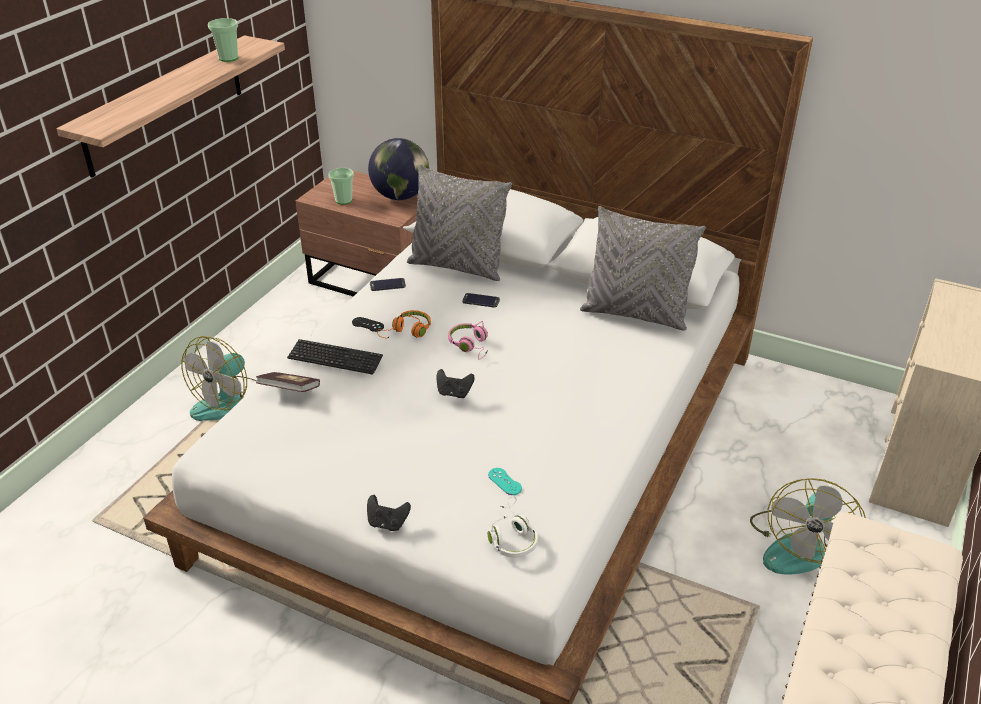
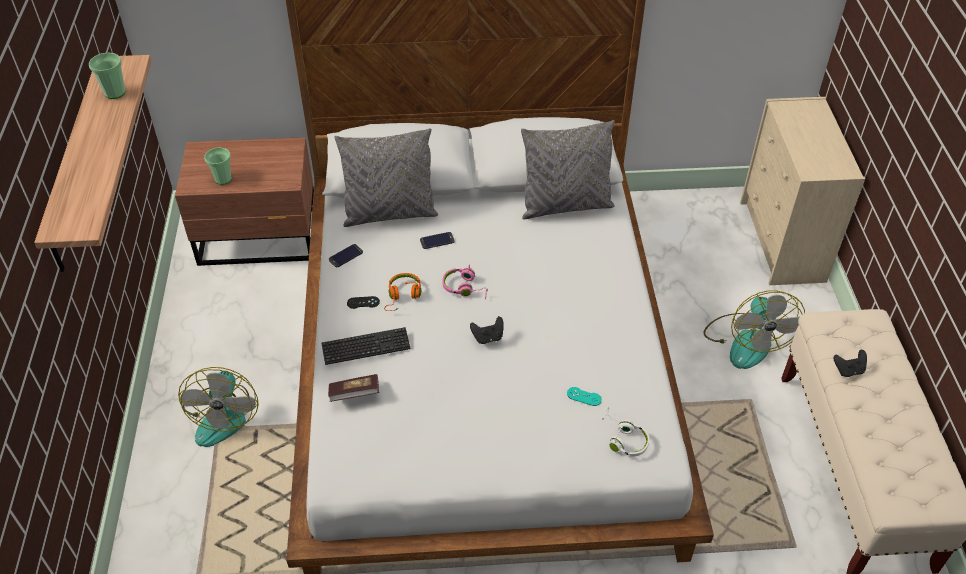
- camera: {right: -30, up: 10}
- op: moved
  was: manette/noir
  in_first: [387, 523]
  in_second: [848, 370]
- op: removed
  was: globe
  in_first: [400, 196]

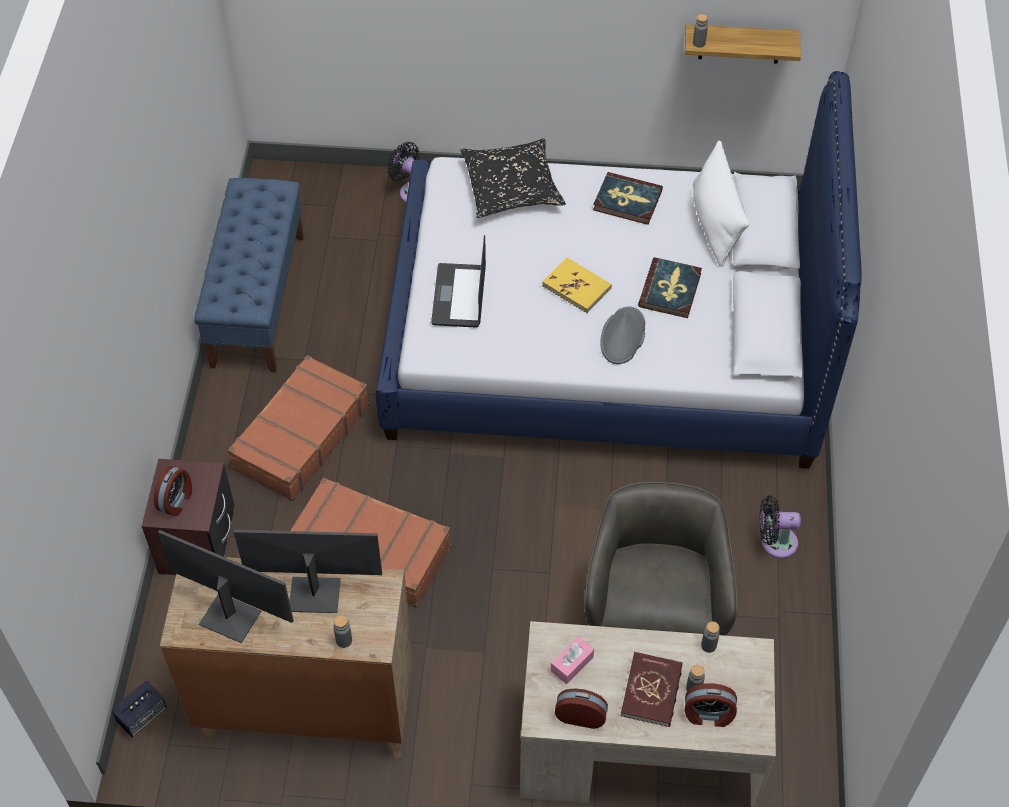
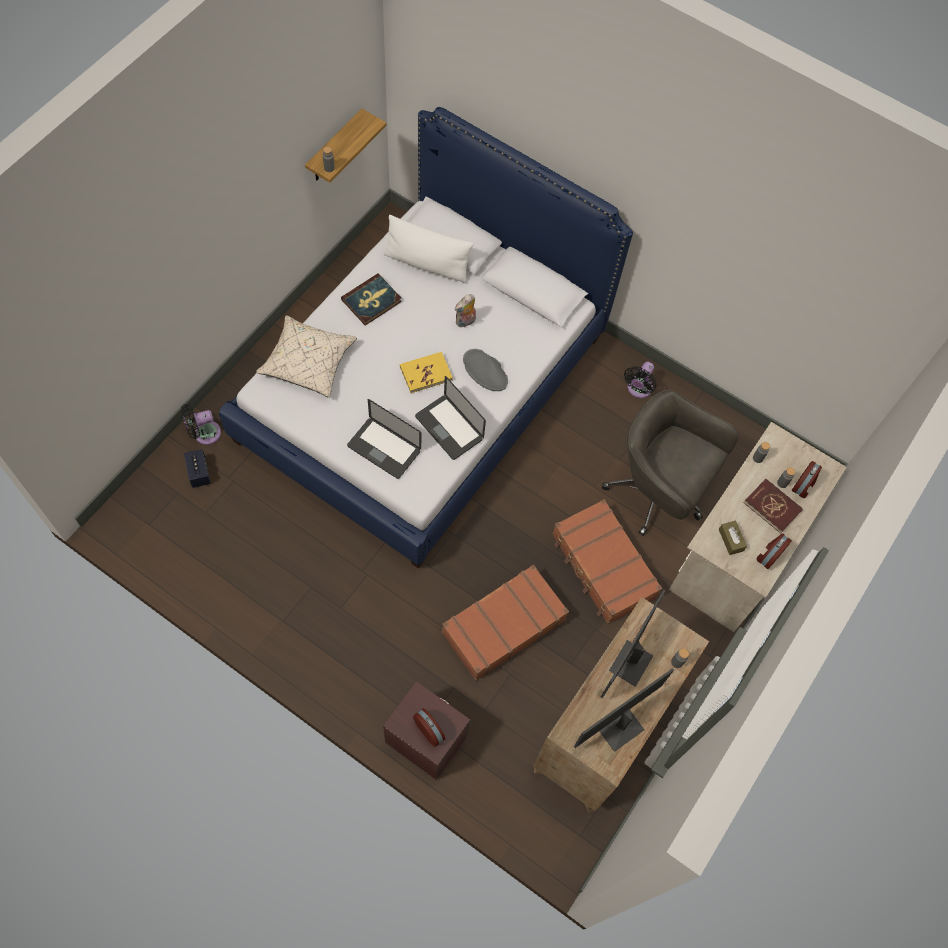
- camera: {right: -65, up: 10}
- op: moved
  was: enceinte
  in_first: [142, 715]
  in_second: [199, 473]
- op: recoloured
  was: coussin/noir
  now: coussin/beige
  in_first: [511, 188]
  in_second: [308, 362]
- op: added
  now: ordinateur portable
  in_second: [449, 428]
- op: replaced
  was: livre
  now: peluche
  in_first: [670, 290]
  in_second: [465, 322]
- op: moved
  was: valise/marron
  in_first: [300, 437]
  in_second: [603, 567]
- op: recoloured
  was: boîte à mouchoirs/rose
  now: boîte à mouchoirs/marron
  in_first: [572, 664]
  in_second: [731, 540]
- op: removed
  was: banc/bleu
  in_first: [258, 299]

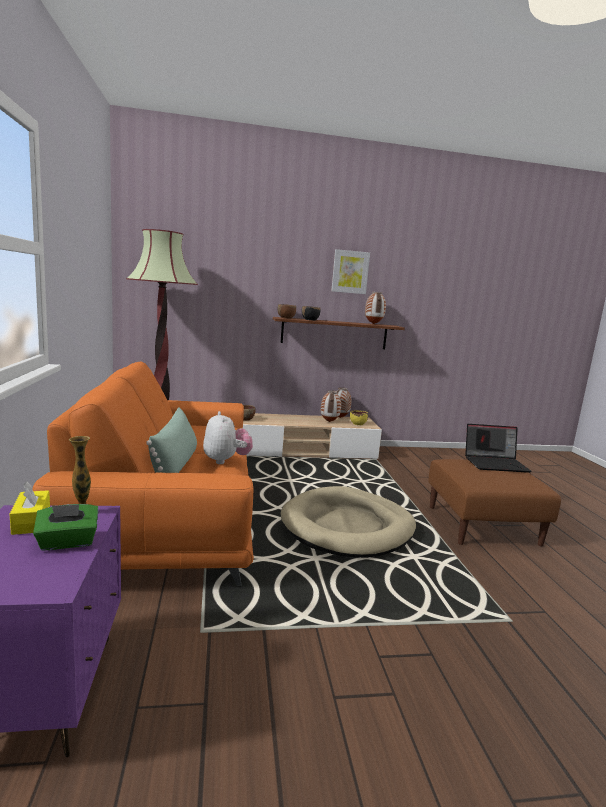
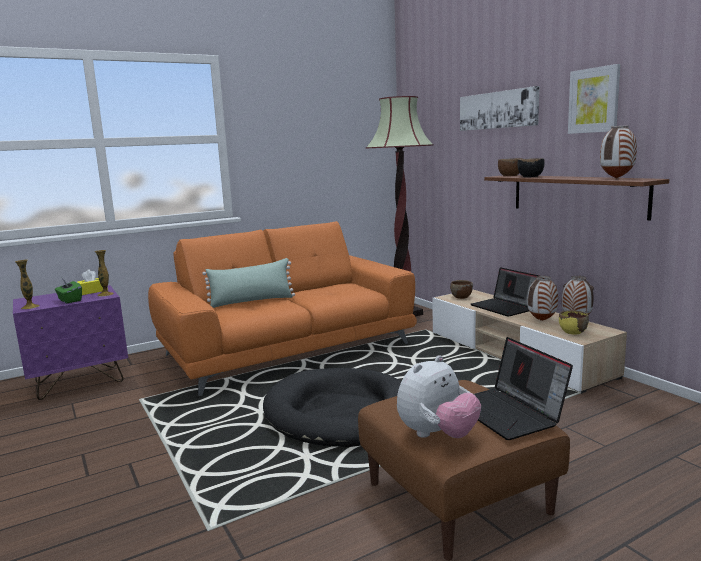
- camera: {right: 70, up: 0}
- op: added
  now: vase
  in_second: [30, 307]
- op: recoloured
  was: panier pour chien/beige
  now: panier pour chien/noir
  in_first: [348, 526]
  in_second: [342, 413]
- op: moved
  was: peluche
  in_first: [226, 460]
  in_second: [437, 435]
- op: added
  now: tableau
  in_second: [498, 110]
- op: added
  now: ordinateur portable
  in_second: [505, 307]

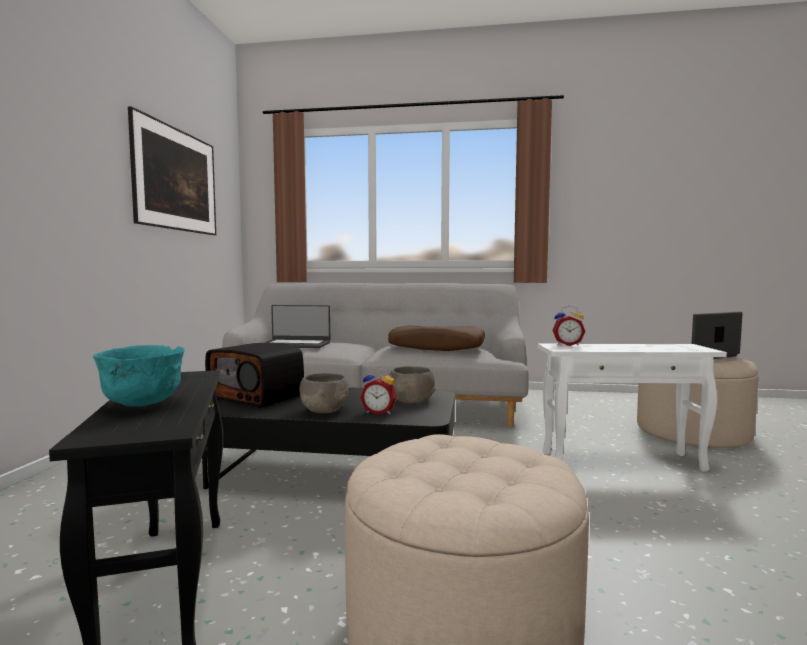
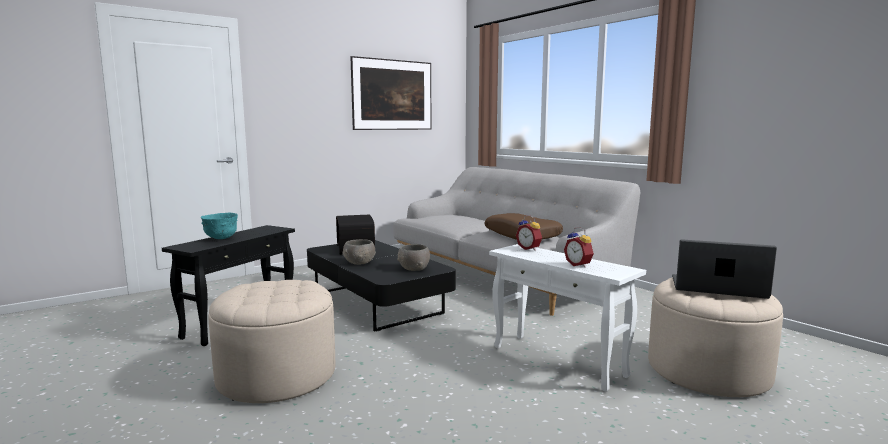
- camera: {right: 45, up: 5}
- op: moved
  was: réveil
  in_first: [379, 412]
  in_second: [579, 265]
- op: removed
  was: ordinateur portable
  in_first: [295, 344]

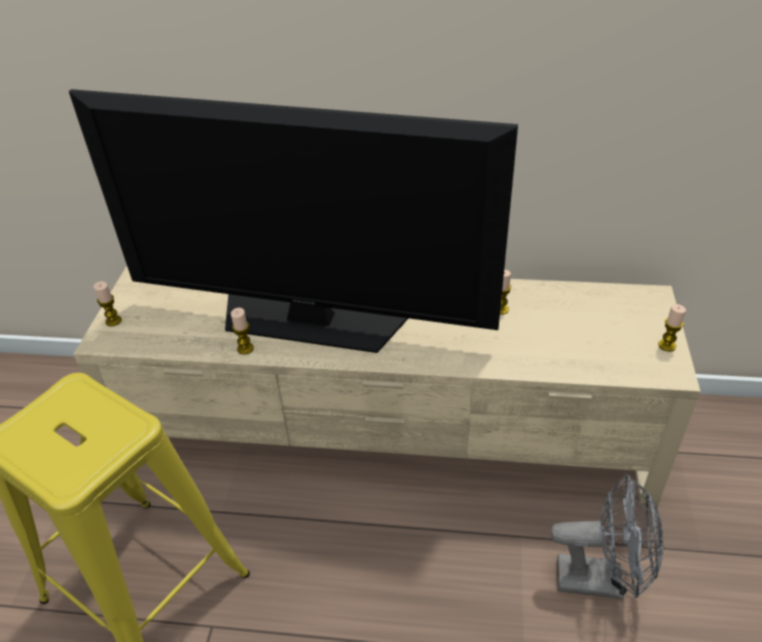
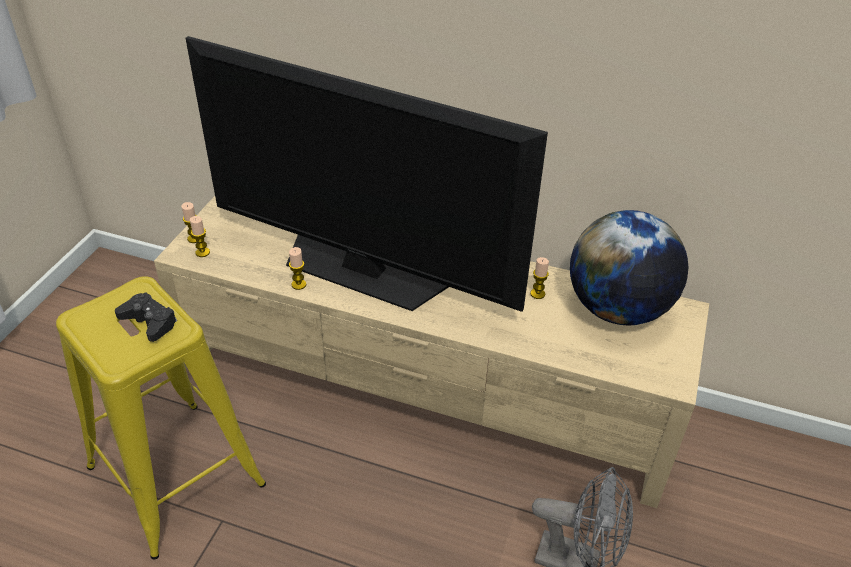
- camera: {right: 10, up: 0}
- op: added
  now: manette/noir
  in_second: [149, 322]
- op: moved
  was: bougie
  in_first: [667, 345]
  in_second: [202, 252]
- op: added
  now: globe
  in_second: [618, 309]

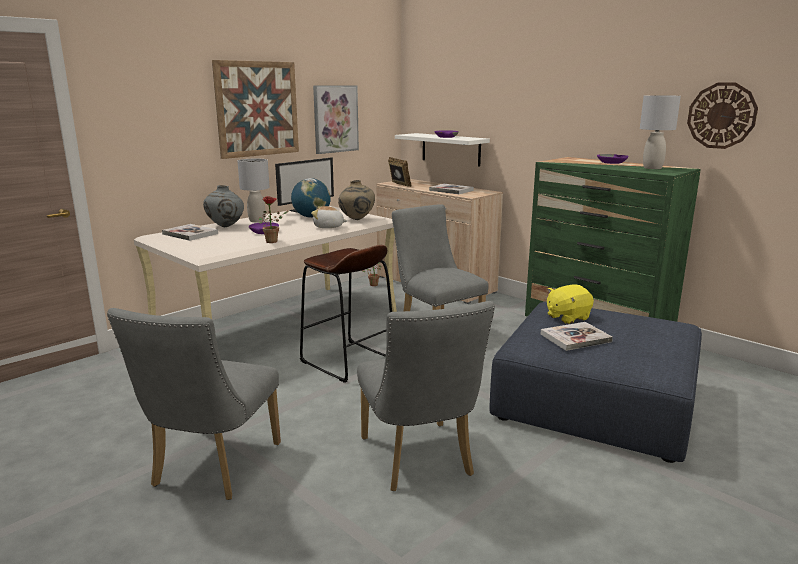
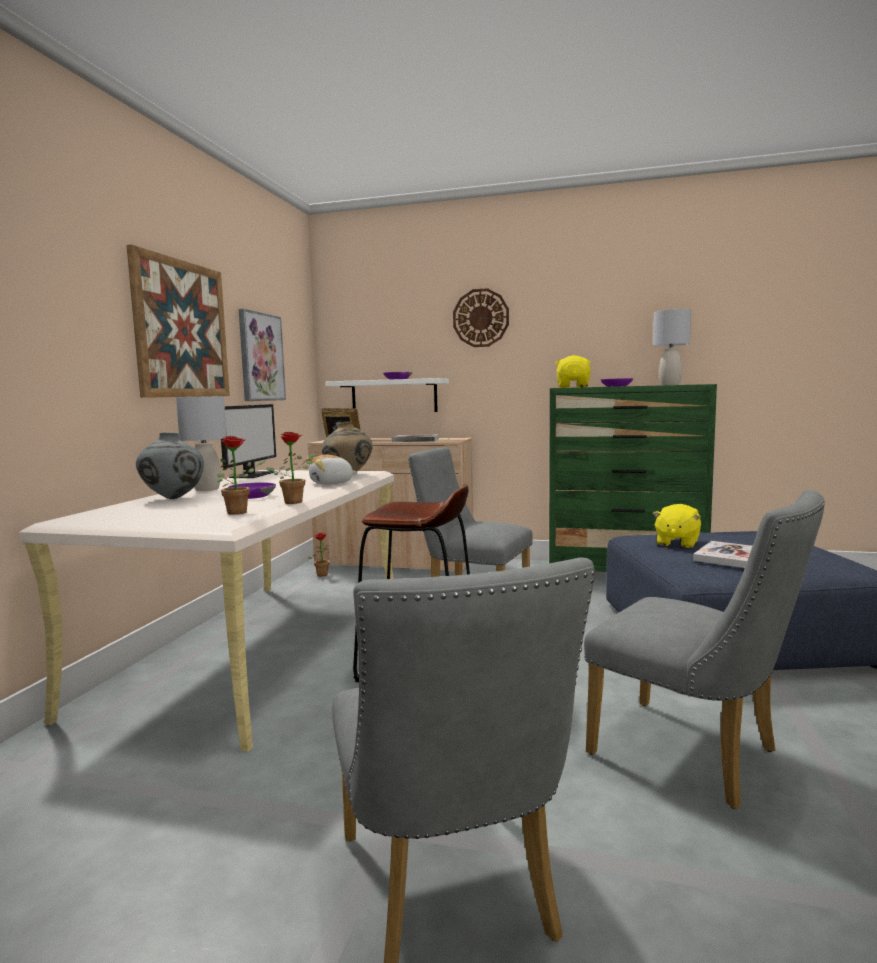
- camera: {right: -30, up: -10}
- op: added
  now: plante en pot
  in_second: [241, 512]
- op: moved
  was: horloge murale
  in_first: [721, 115]
  in_second: [480, 318]
- op: added
  now: peluche/jaune
  in_second: [573, 387]
- op: removed
  was: livre
  in_first: [190, 234]
- op: removed
  was: globe
  in_first: [311, 217]

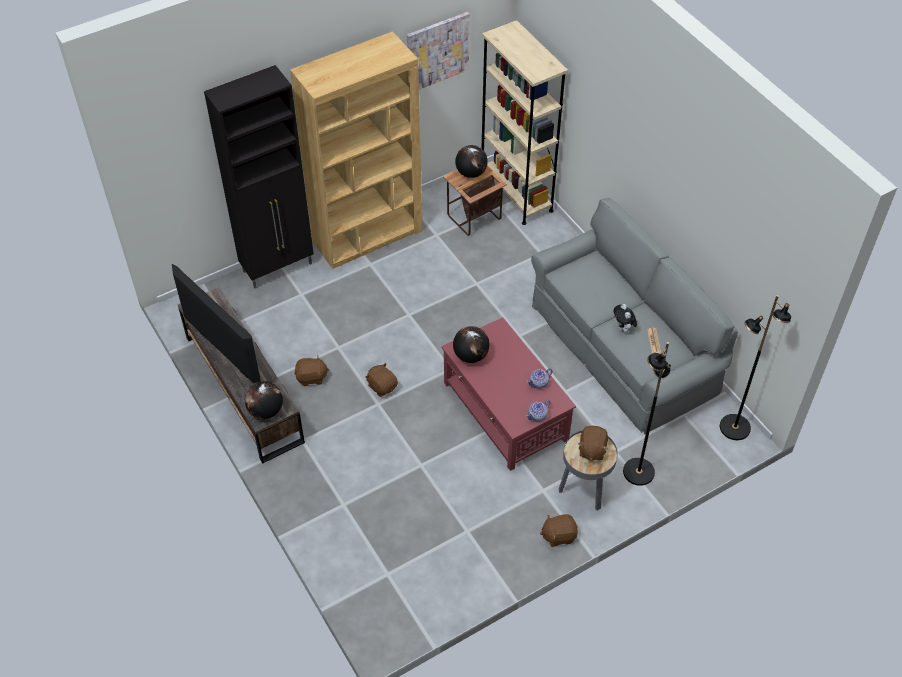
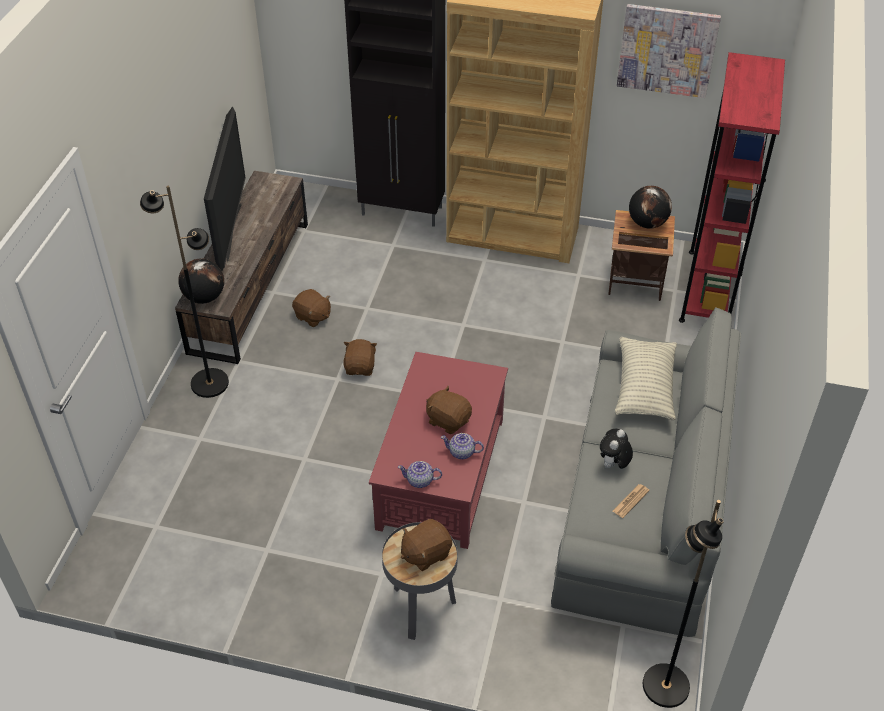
- camera: {right: 45, up: -5}
- op: moved
  was: lampadaire/noir
  in_first: [637, 472]
  in_second: [209, 383]
- op: moved
  was: peluche/marron
  in_first: [558, 535]
  in_second: [448, 420]
- op: added
  now: coussin
  in_second: [644, 388]
- op: recoloured
  was: bibliothèque/beige
  now: bibliothèque/rouge
  in_first: [516, 193]
  in_second: [708, 288]
- op: removed
  was: globe
  in_first: [470, 355]

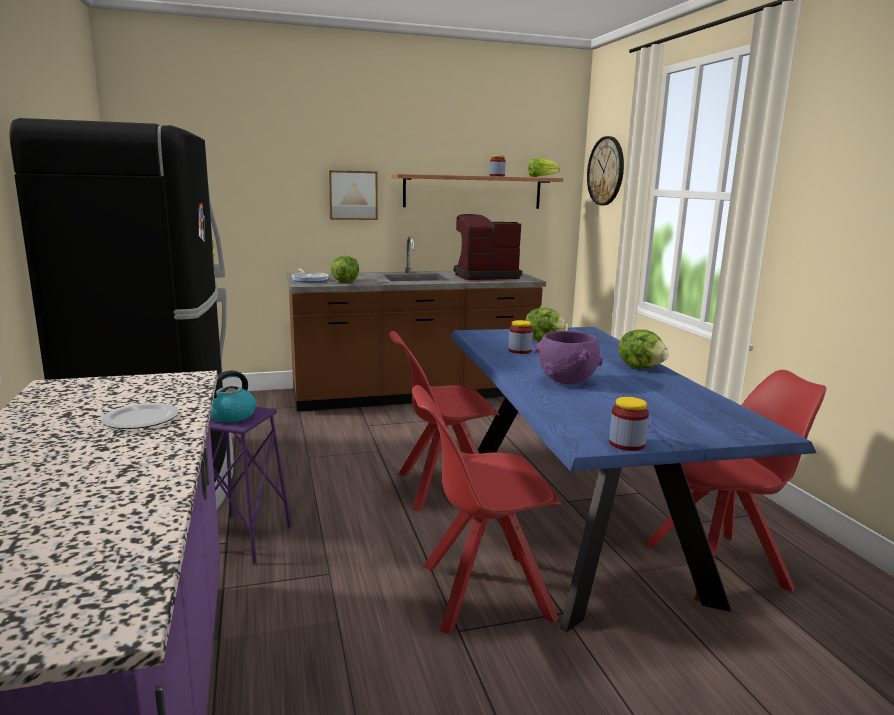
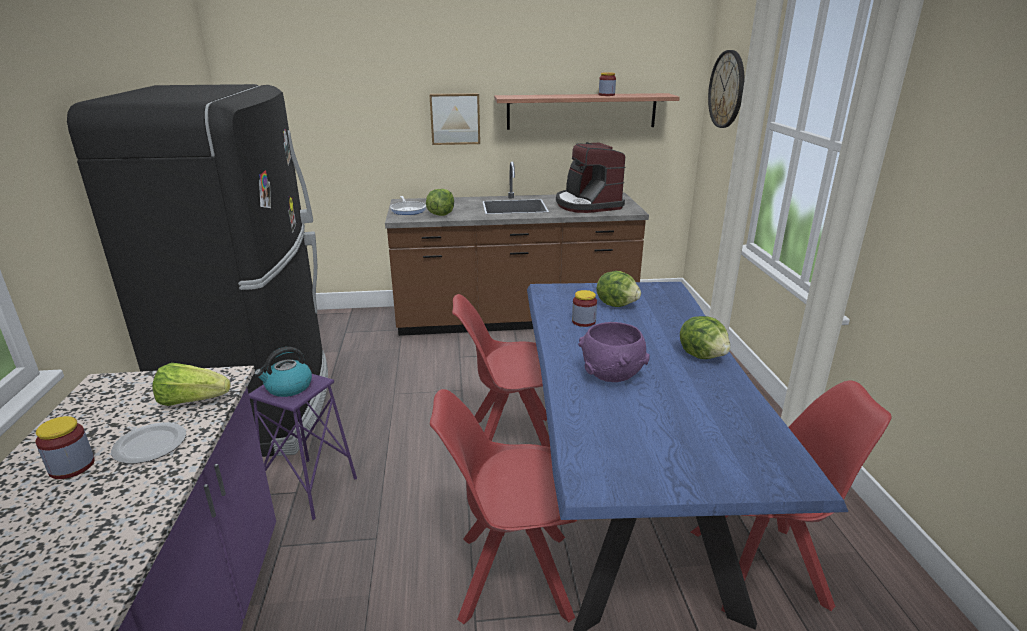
- camera: {right: 10, up: 10}
- op: moved
  was: bocal
  in_first: [627, 444]
  in_second: [72, 466]
- op: moved
  was: laitue
  in_first: [541, 177]
  in_second: [192, 400]
- op: turned
  was: machine à café
  in_first: [484, 276]
  in_second: [587, 204]
  clockwise: -105

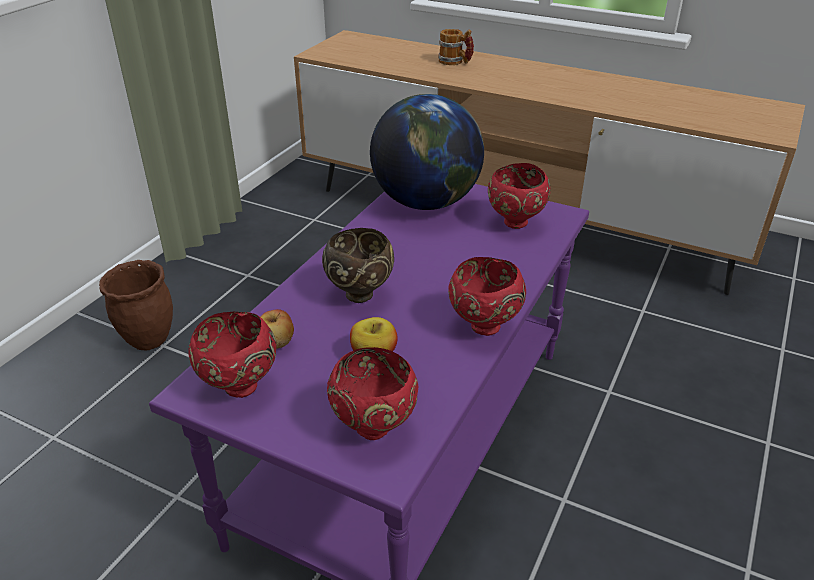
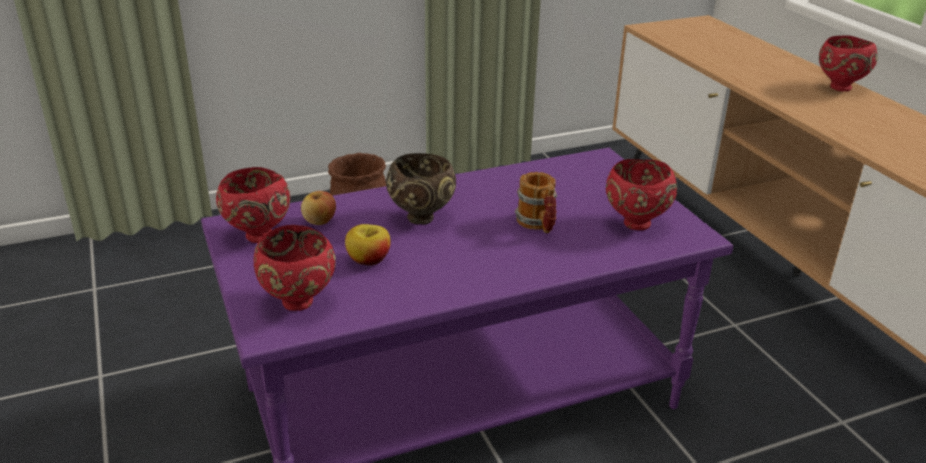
- camera: {right: 40, up: -5}
- op: moved
  was: mug
  in_first: [455, 62]
  in_second: [538, 224]
- op: moved
  was: bol/rouge
  in_first: [483, 327]
  in_second: [838, 87]
- op: removed
  was: globe
  in_first: [426, 202]

